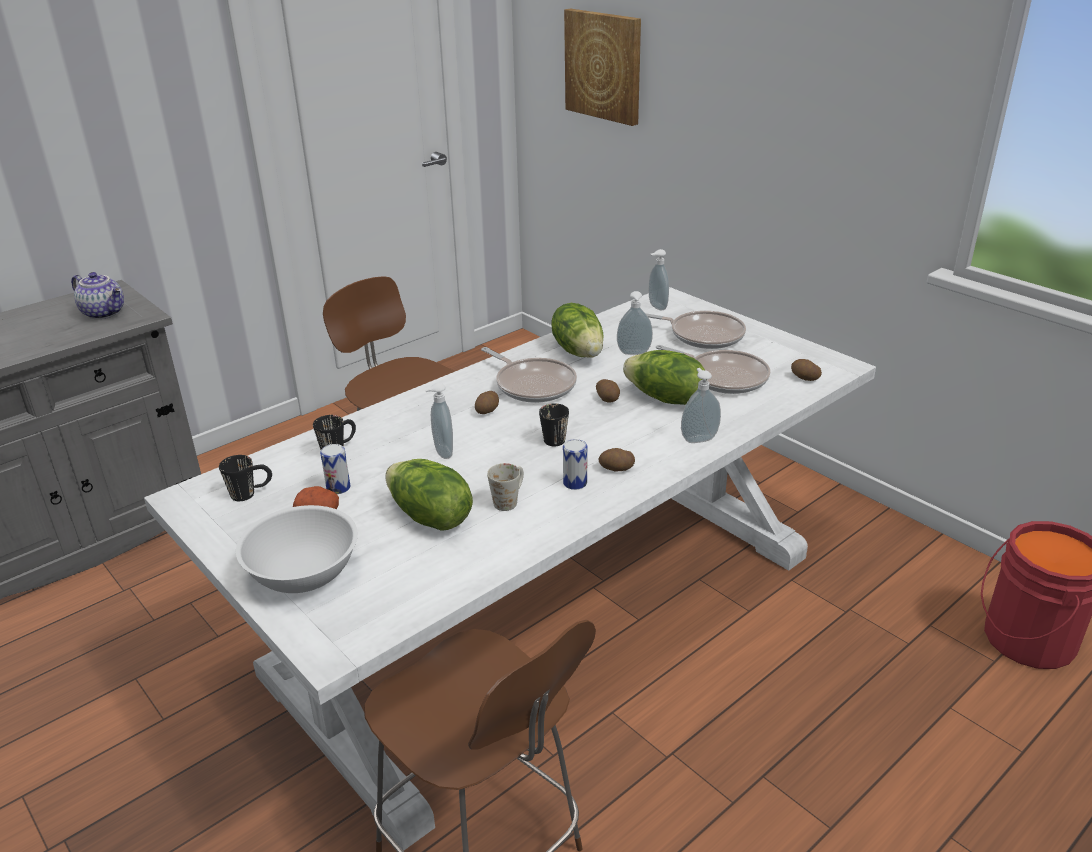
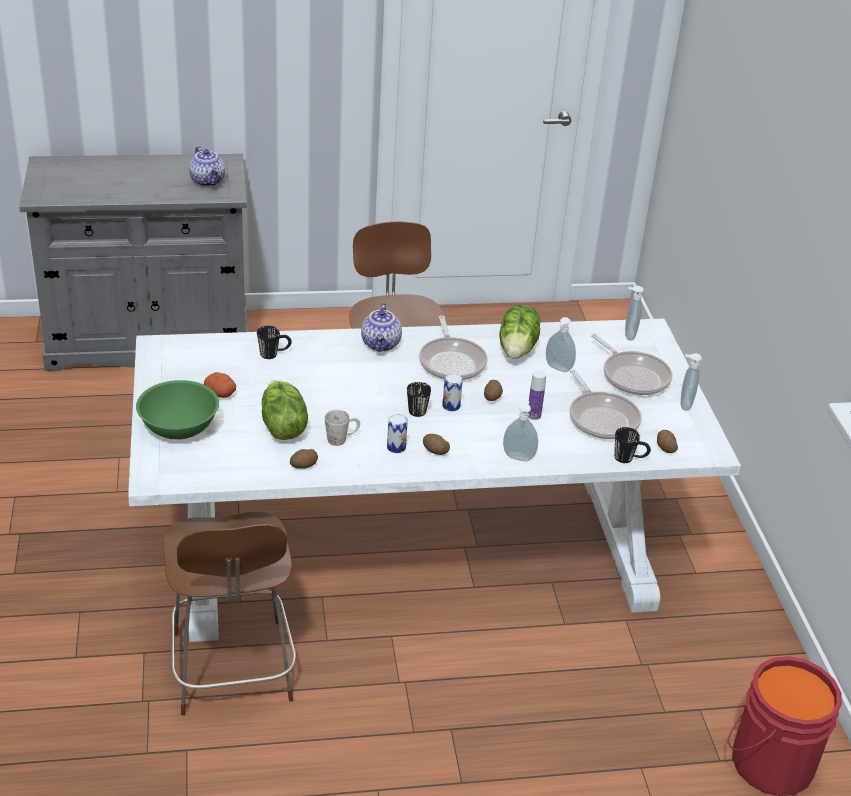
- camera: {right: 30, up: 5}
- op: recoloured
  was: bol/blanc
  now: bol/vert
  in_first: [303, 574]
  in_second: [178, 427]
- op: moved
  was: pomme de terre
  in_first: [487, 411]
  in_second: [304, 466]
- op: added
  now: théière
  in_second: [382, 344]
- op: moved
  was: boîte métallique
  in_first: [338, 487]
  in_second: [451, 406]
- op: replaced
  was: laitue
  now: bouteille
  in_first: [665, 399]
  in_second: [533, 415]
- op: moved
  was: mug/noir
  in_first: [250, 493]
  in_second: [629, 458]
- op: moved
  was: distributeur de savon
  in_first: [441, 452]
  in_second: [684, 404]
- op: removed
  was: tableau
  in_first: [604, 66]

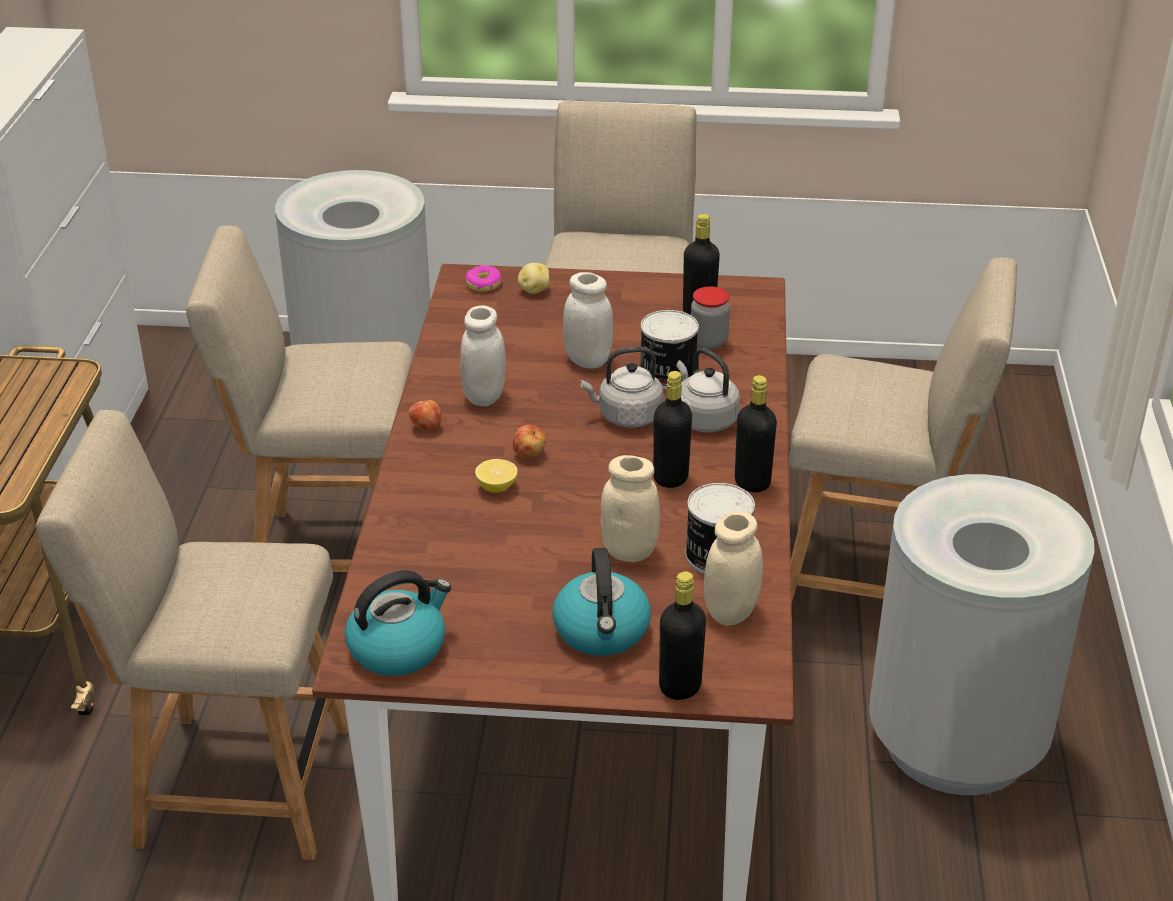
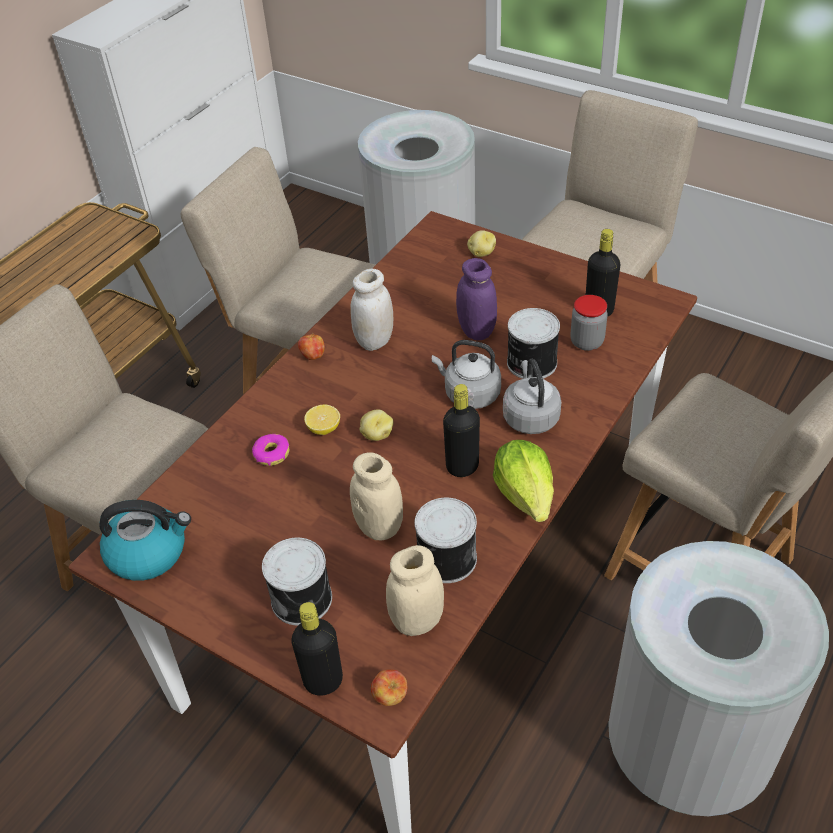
- camera: {right: 30, up: 10}
- op: moved
  was: beignet
  in_first: [483, 284]
  in_second: [271, 454]
- op: replaced
  was: bouilloire
  now: boîte métallique
  in_first: [602, 631]
  in_second: [303, 598]
- op: added
  now: pomme de terre
  in_second: [376, 434]
- op: moved
  was: pomme
  in_first: [529, 454]
  in_second: [390, 696]
- op: recoloured
  was: bocal/blanc
  now: bocal/violet
  in_first: [587, 360]
  in_second: [476, 331]
- op: replaced
  was: bouteille/noir
  now: laitue
  in_first: [752, 483]
  in_second: [526, 495]

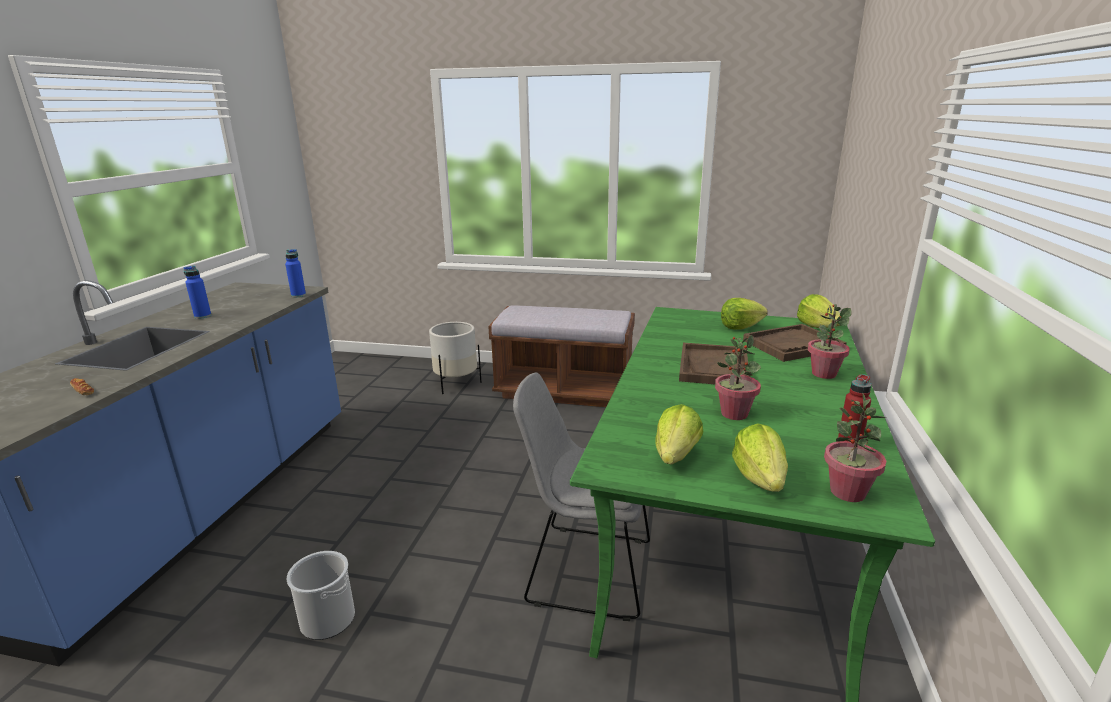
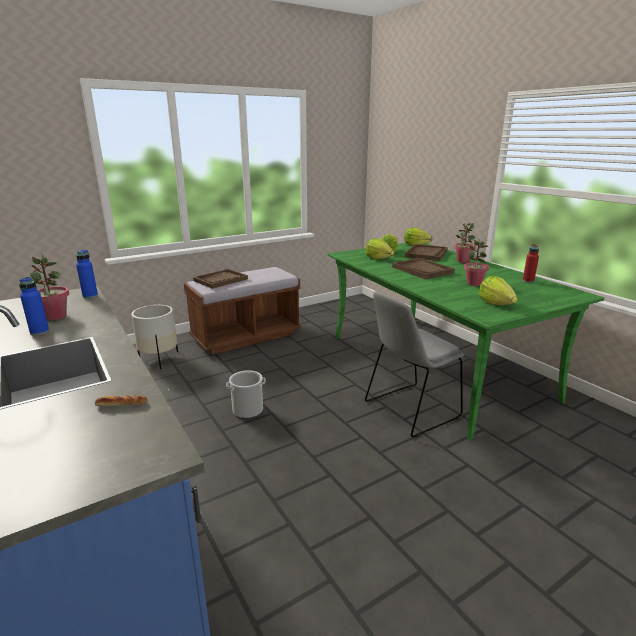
- camera: {right: -45, up: 0}
- op: moved
  was: plante en pot
  in_first: [847, 492]
  in_second: [55, 316]
- op: added
  now: plateau/marron
  in_second: [220, 280]
- op: moved
  was: seau
  in_first: [327, 620]
  in_second: [247, 410]
- op: moved
  was: laitue
  in_first: [760, 479]
  in_second: [378, 258]

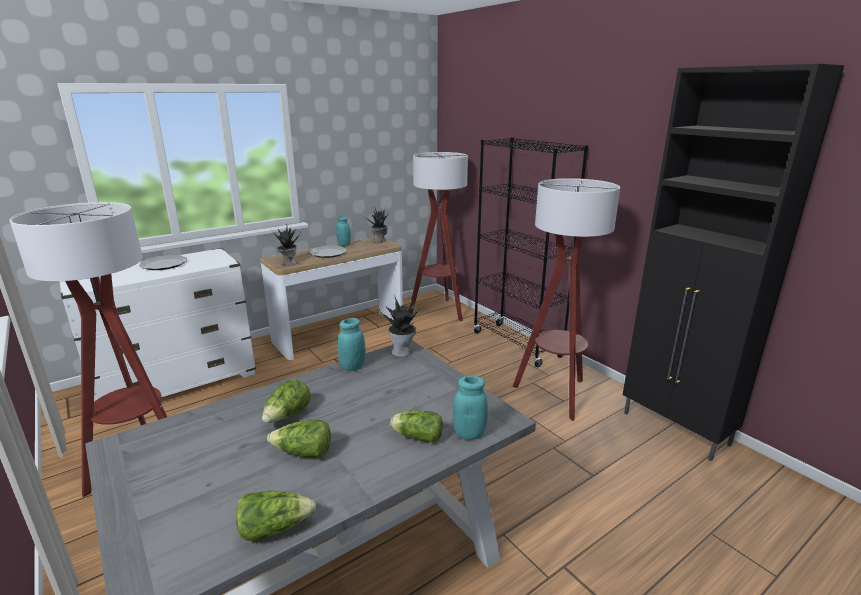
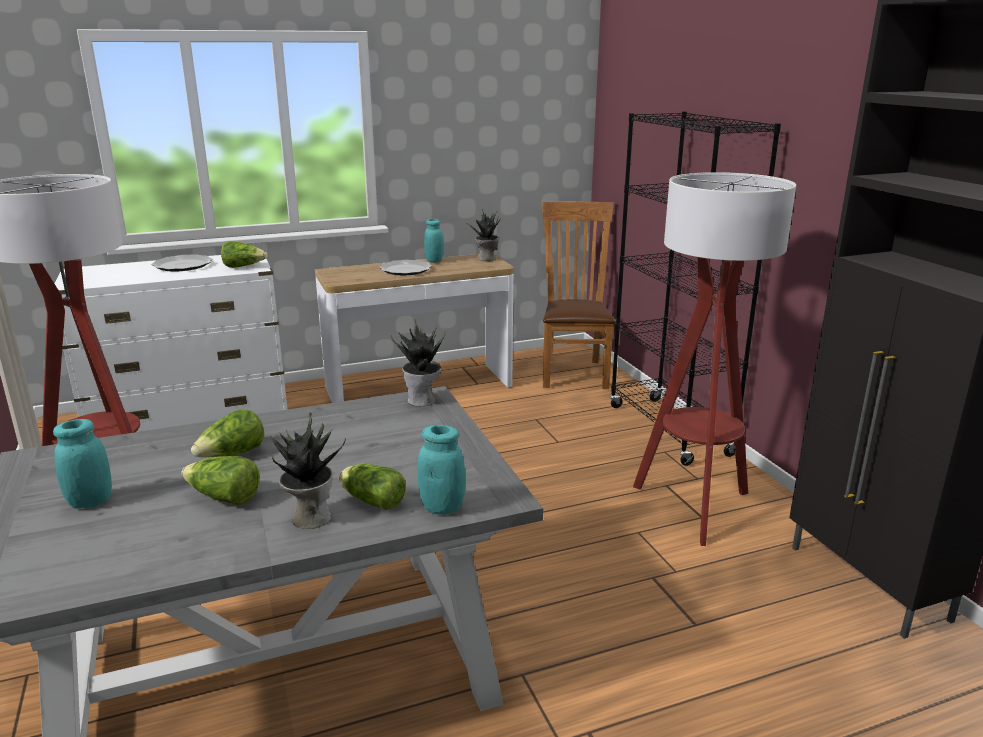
- camera: {right: 15, up: 0}
- op: moved
  was: bocal/turquoise
  in_first: [353, 367]
  in_second: [90, 501]
- op: moved
  was: laitue
  in_first: [274, 528]
  in_second: [243, 266]
- op: moved
  was: plante en pot
  in_first: [288, 263]
  in_second: [310, 517]
- op: replaced
  was: lampadaire
  now: chaise/marron
  in_first: [439, 311]
  in_second: [573, 372]

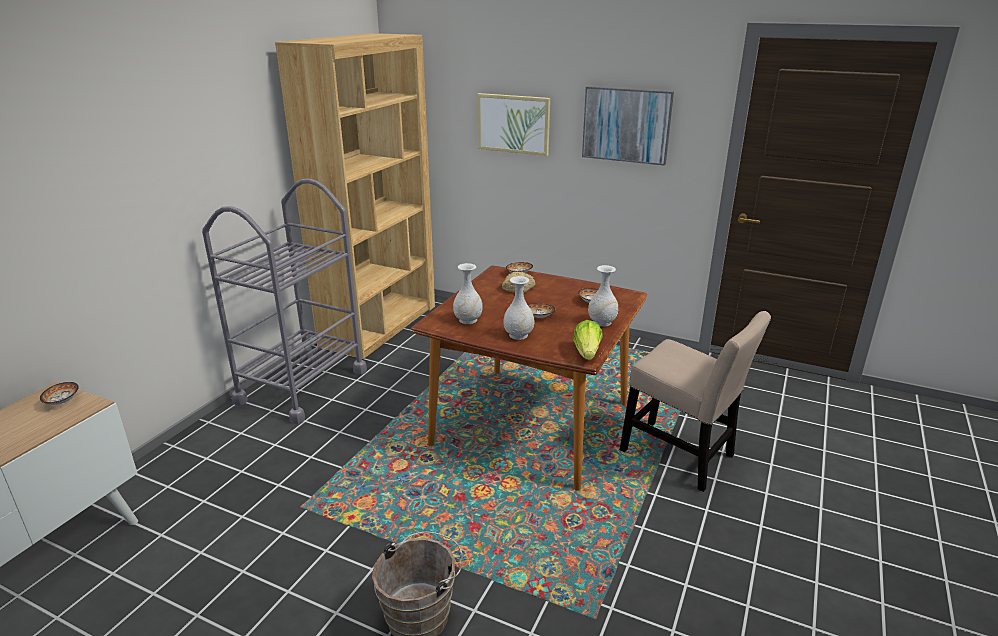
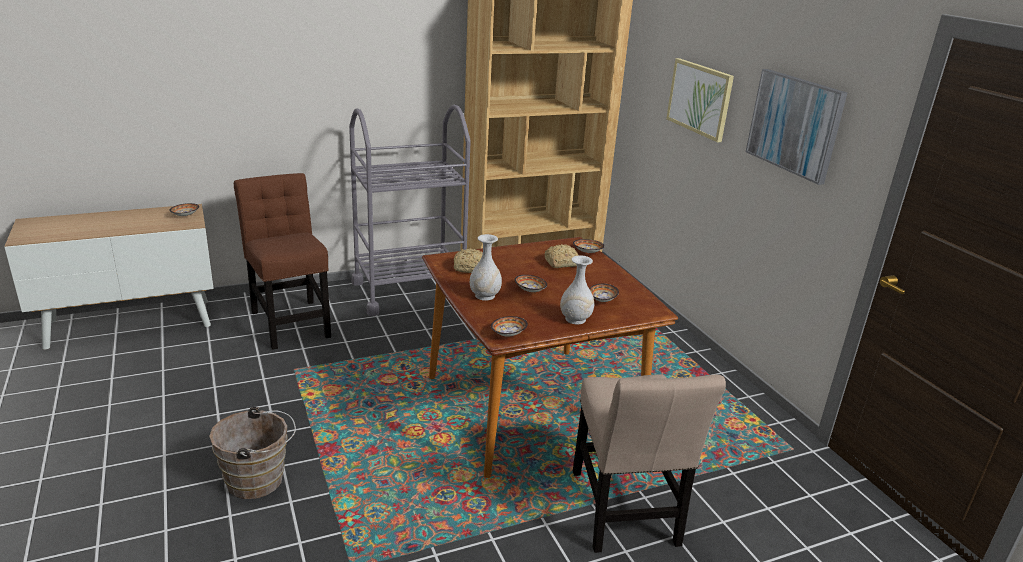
- camera: {right: 40, up: 0}
- op: added
  now: chaise/marron
  in_second: [290, 321]
- op: replaced
  was: vase/blanc
  now: pain
  in_first: [468, 320]
  in_second: [471, 268]
- op: replaced
  was: laitue
  now: bol
  in_first: [587, 353]
  in_second: [509, 334]

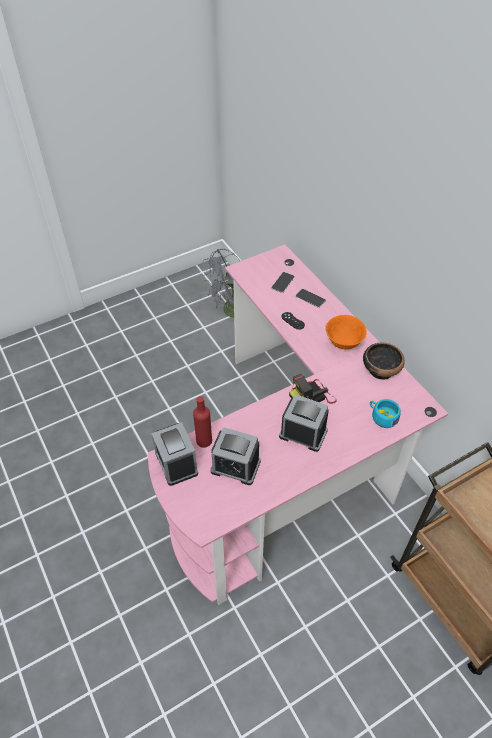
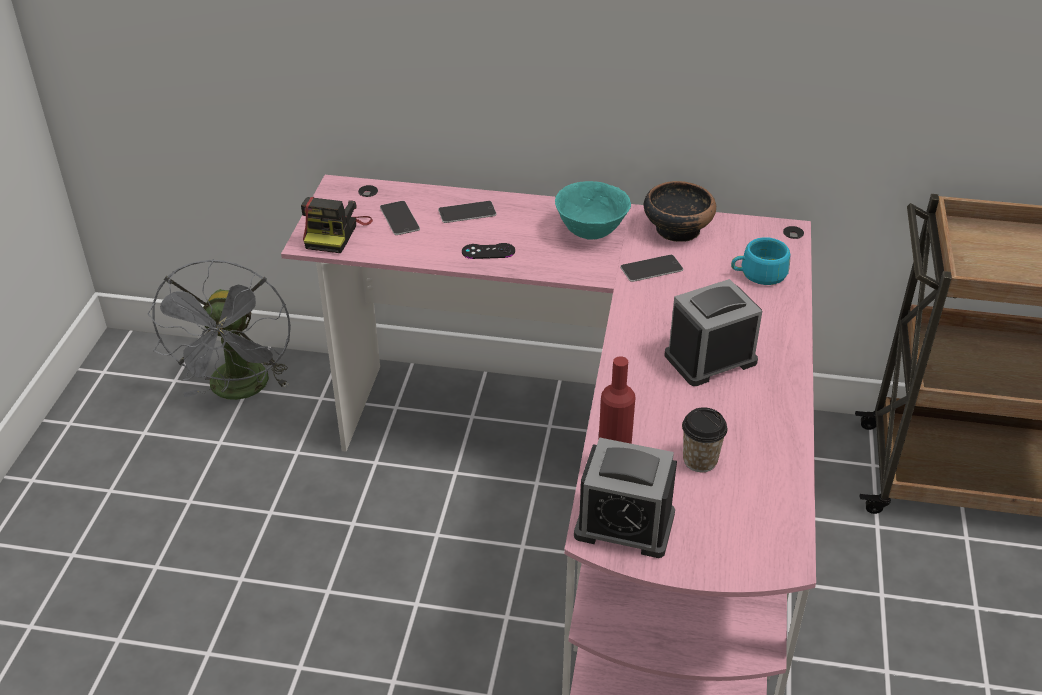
- camera: {right: -50, up: -10}
- op: moved
  was: appareil photo
  in_first: [312, 396]
  in_second: [335, 232]
- op: recoloured
  was: bol/orange
  now: bol/turquoise
  in_first: [343, 343]
  in_second: [591, 233]
- op: added
  now: téléphone
  in_second: [651, 268]
- op: replaced
  was: réveil
  now: tasse
  in_first: [235, 466]
  in_second: [700, 460]

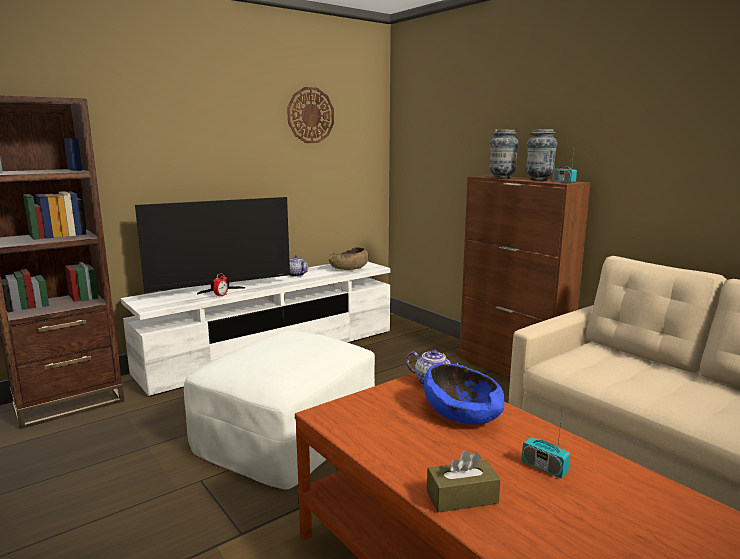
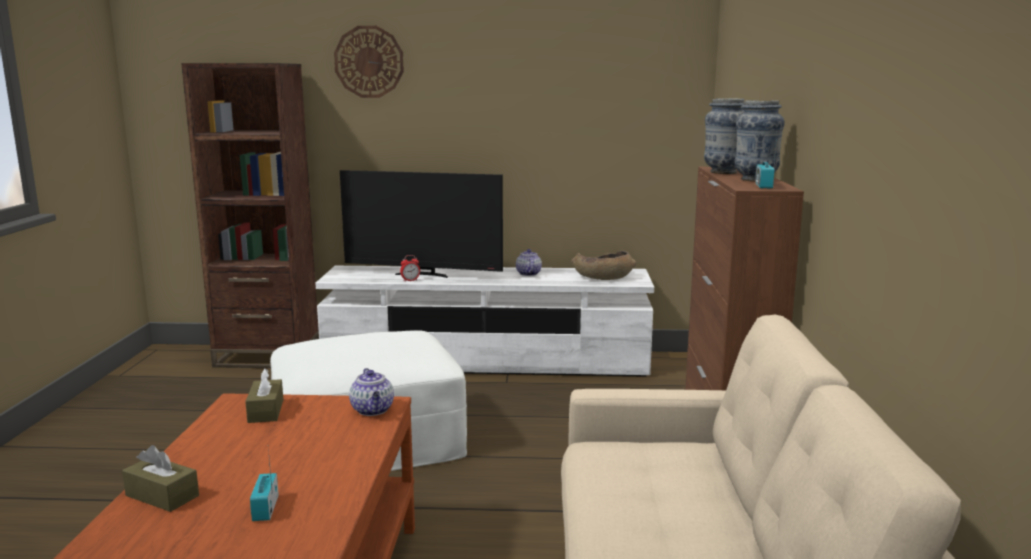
- camera: {right: 40, up: 0}
- op: added
  now: boîte à mouchoirs/marron
  in_second: [266, 411]
- op: moved
  was: horloge murale
  in_first: [310, 115]
  in_second: [369, 62]
- op: removed
  was: bol/bleu
  in_first: [462, 413]

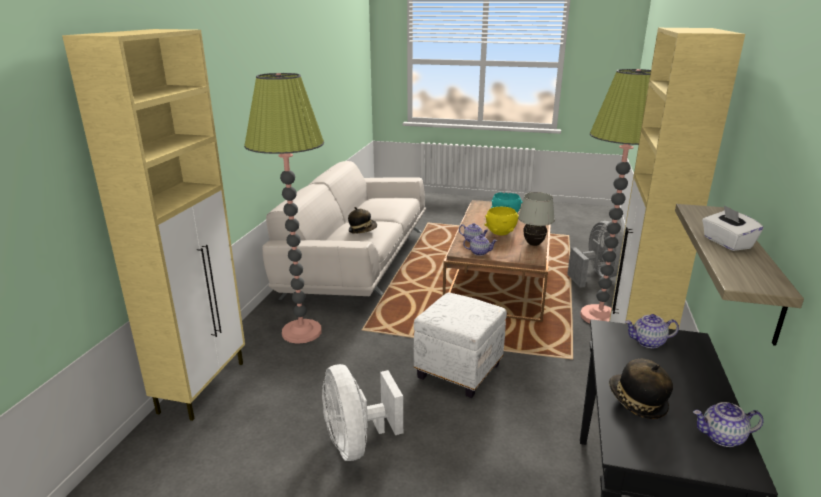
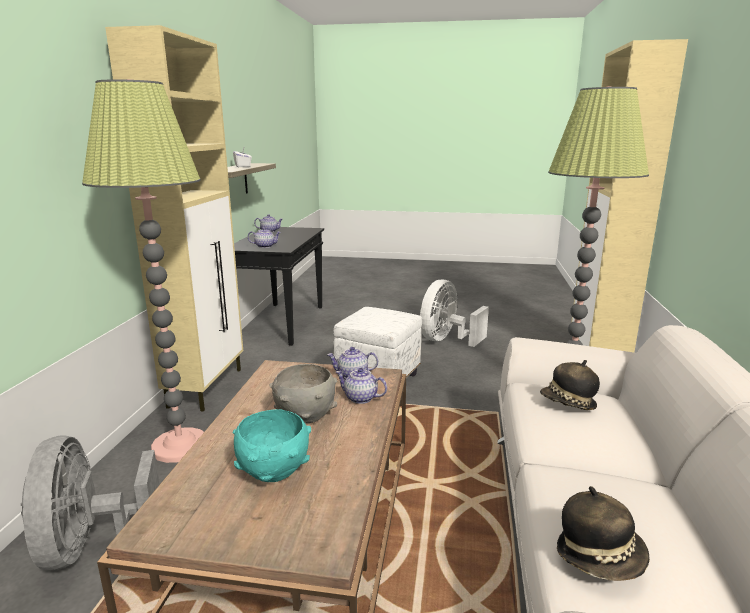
- camera: {right: 175, up: -5}
- op: recoloured
  was: bol/jaune
  now: bol/gris
  in_first: [500, 233]
  in_second: [305, 417]
- op: turned
  was: ventilateur/blanc
  in_first: [357, 442]
  in_second: [446, 340]
  clockwise: -120
- op: moved
  was: chapeau
  in_first: [636, 402]
  in_second: [600, 556]
- op: removed
  was: lampe de table/blanc
  in_first: [534, 244]

